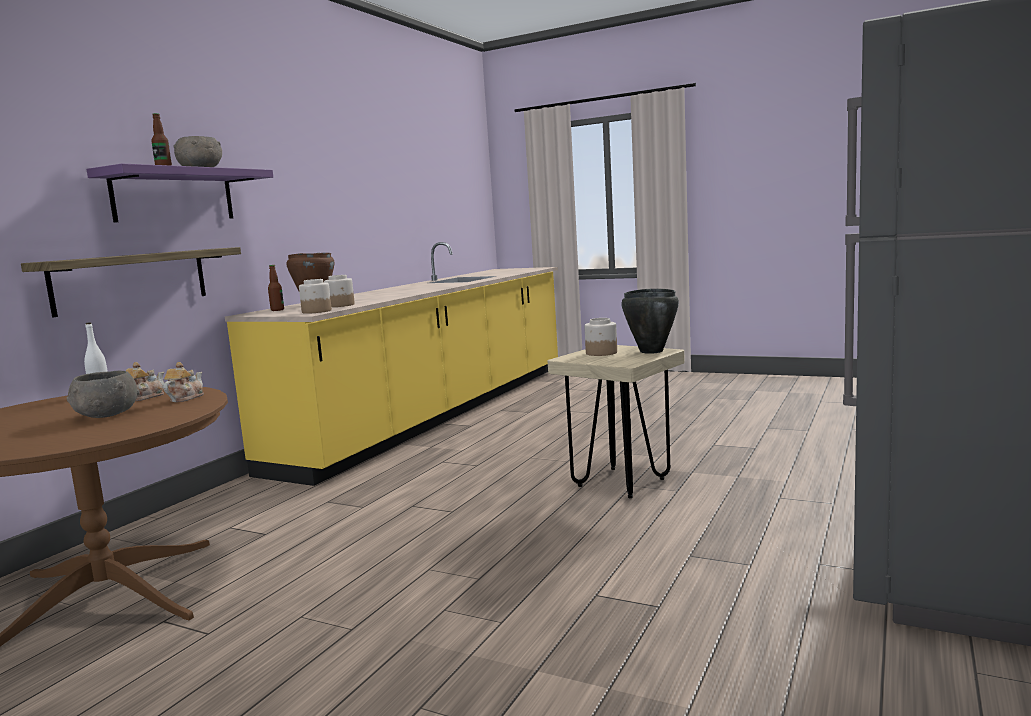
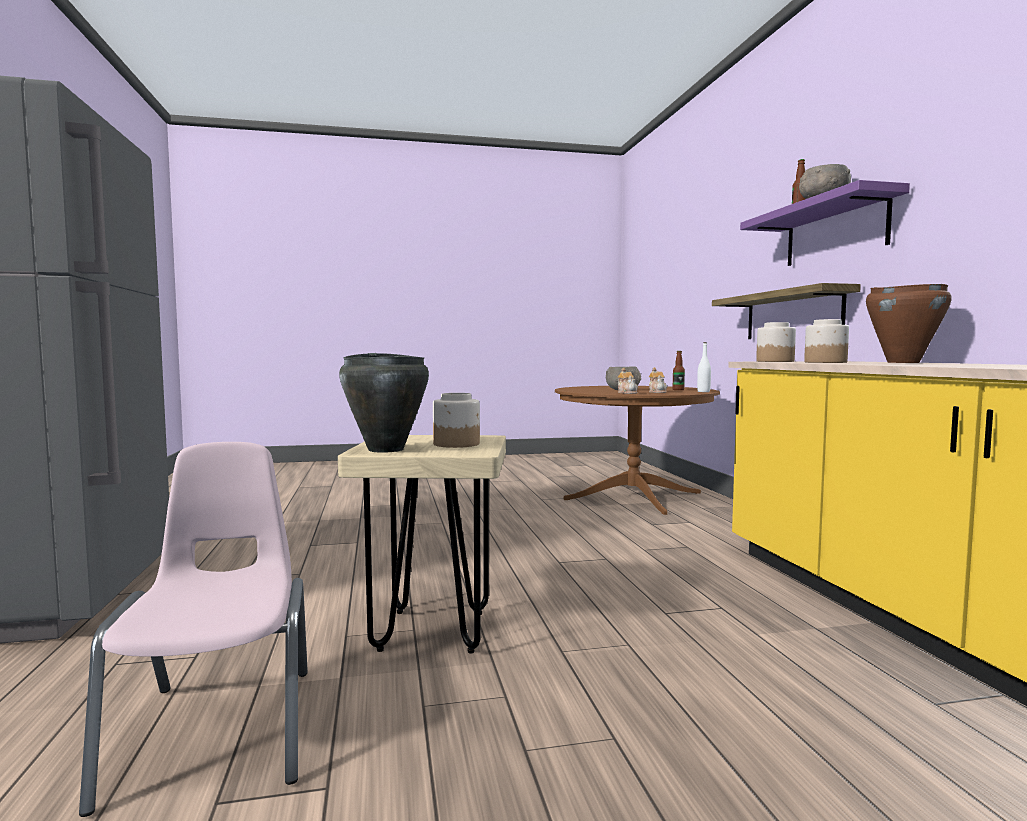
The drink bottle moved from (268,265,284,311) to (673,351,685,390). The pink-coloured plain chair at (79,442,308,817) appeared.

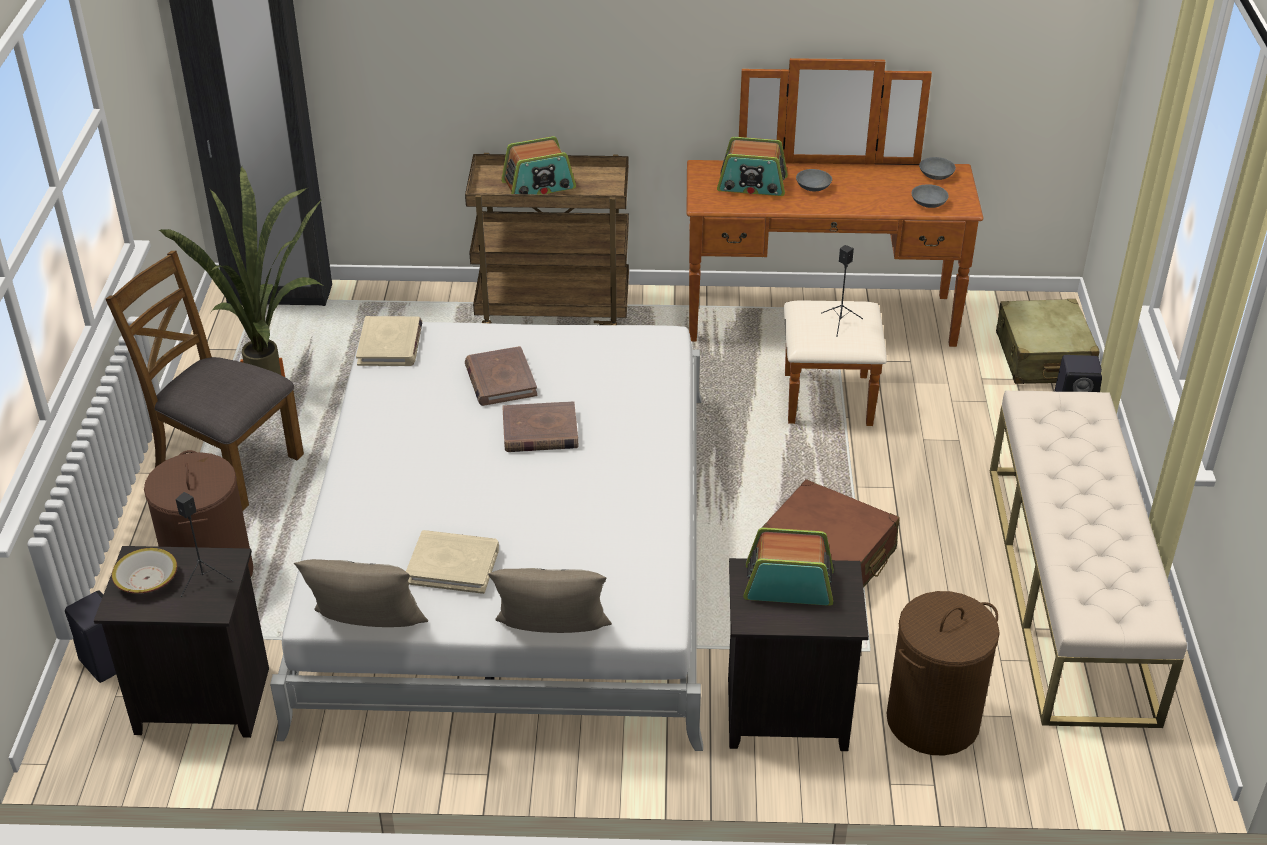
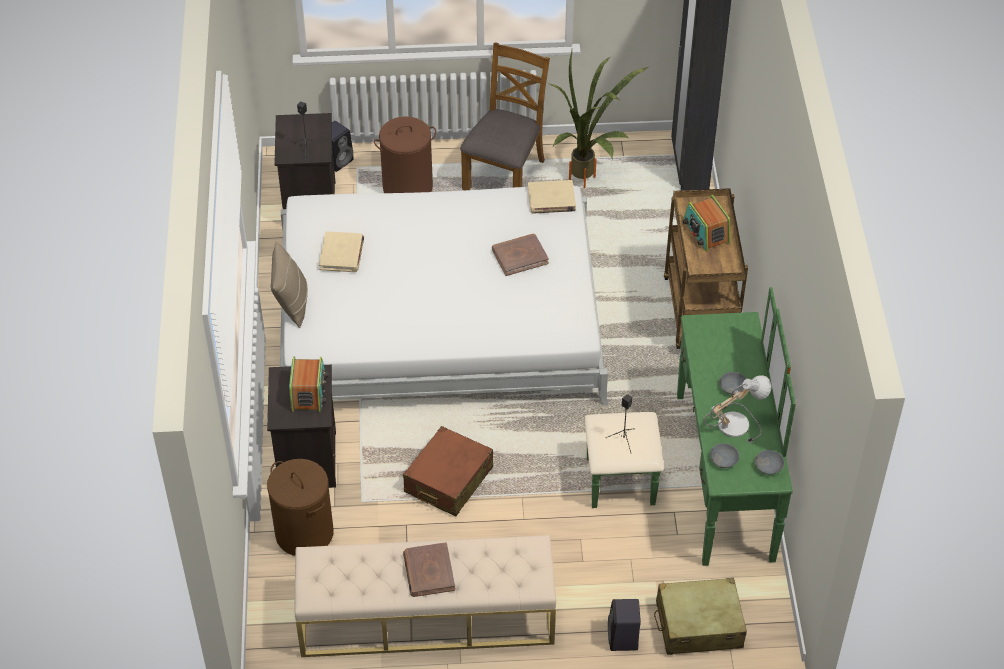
The deep dish at (112,548,177,594) disappeared. The sand-coloured cushion at (294,559,428,627) disappeared. The brownish book moved from (502,401,578,452) to (403,542,455,597). The brownish drawer chest at (686,58,983,426) became the green drawer chest at (585,287,796,566). The radio at (717,137,788,196) disappeared. The table lamp at (704,375,772,443) appeared.

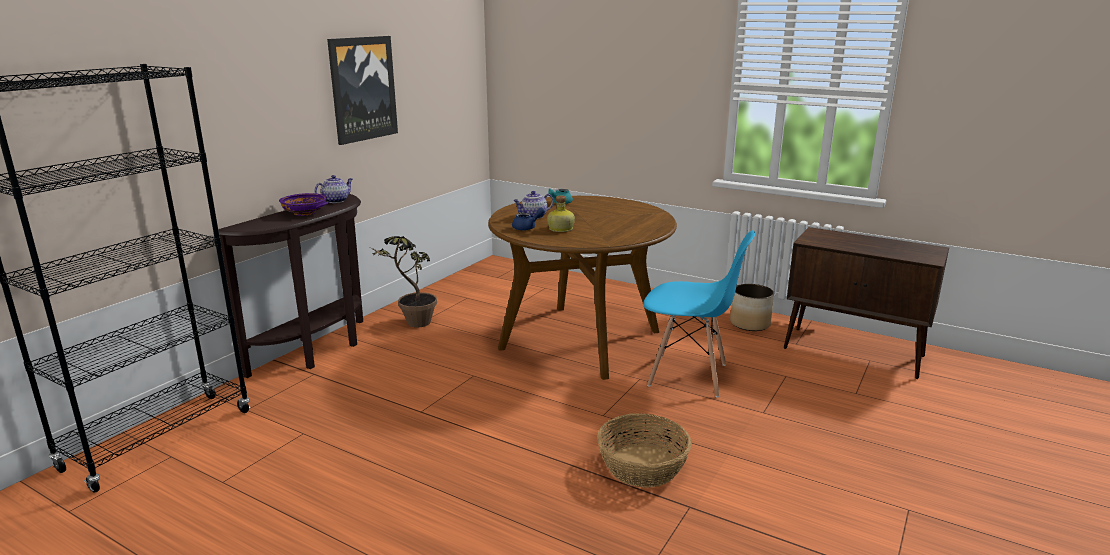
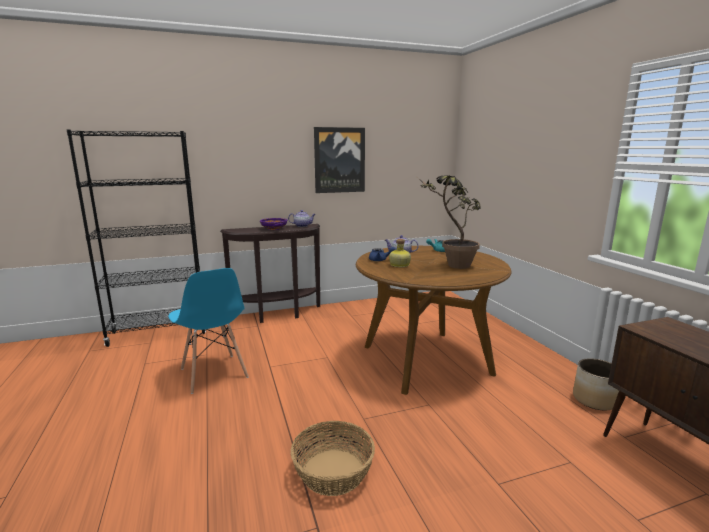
The houseplant moved from (368,236,437,327) to (418,175,480,269). The blue-coloured plain chair moved from (643,230,755,398) to (168,268,249,394).

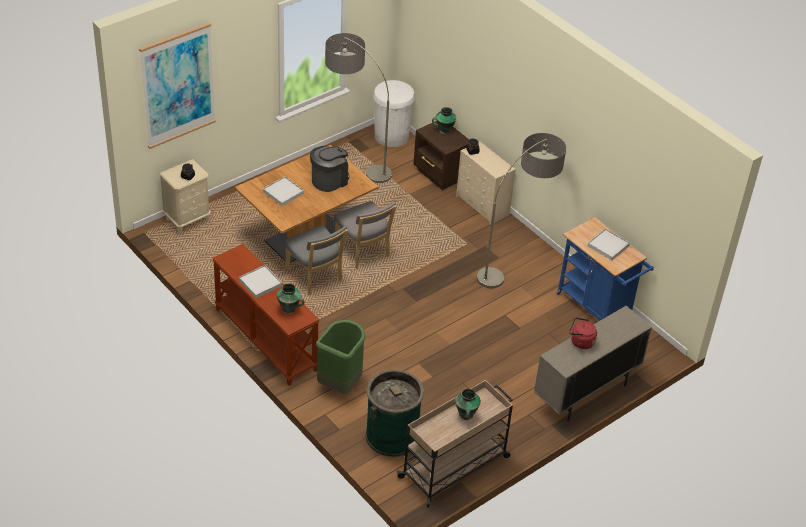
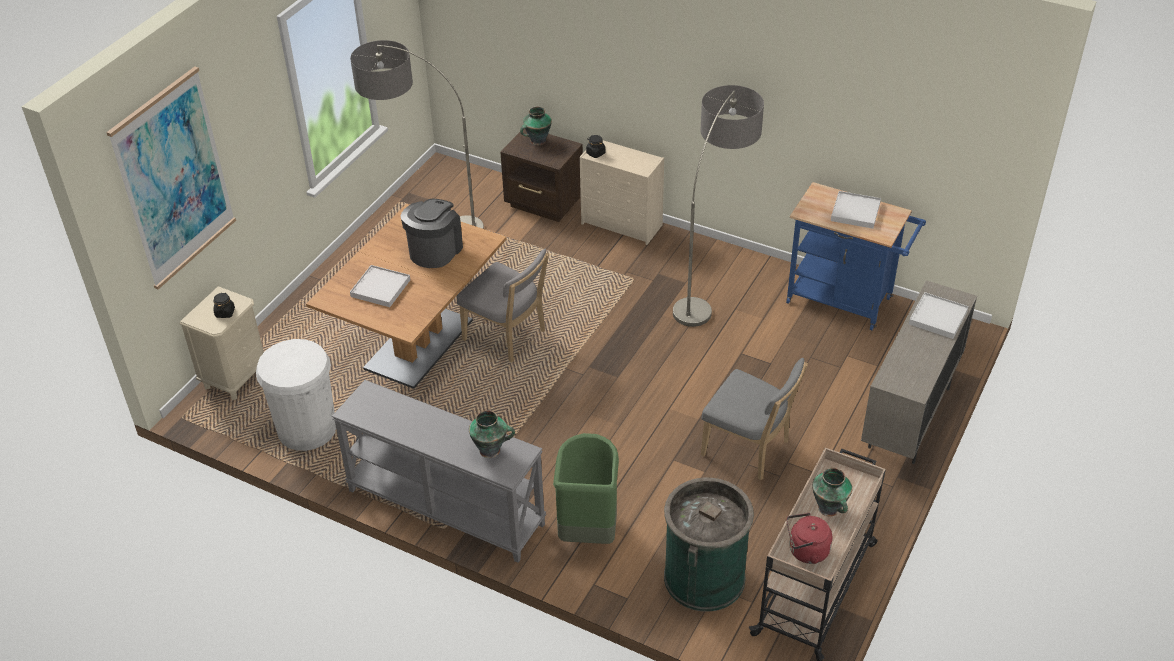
The brownish console table at (212,244,320,386) became the gray console table at (332,380,546,563). The white-coloured serving tray moved from (239,265,282,298) to (909,292,969,339). The gray plain chair moved from (284,225,348,295) to (701,358,808,480). The white-coloured waste bin moved from (373,80,415,147) to (256,339,336,451). The red kettle moved from (569,318,597,349) to (786,513,832,564).

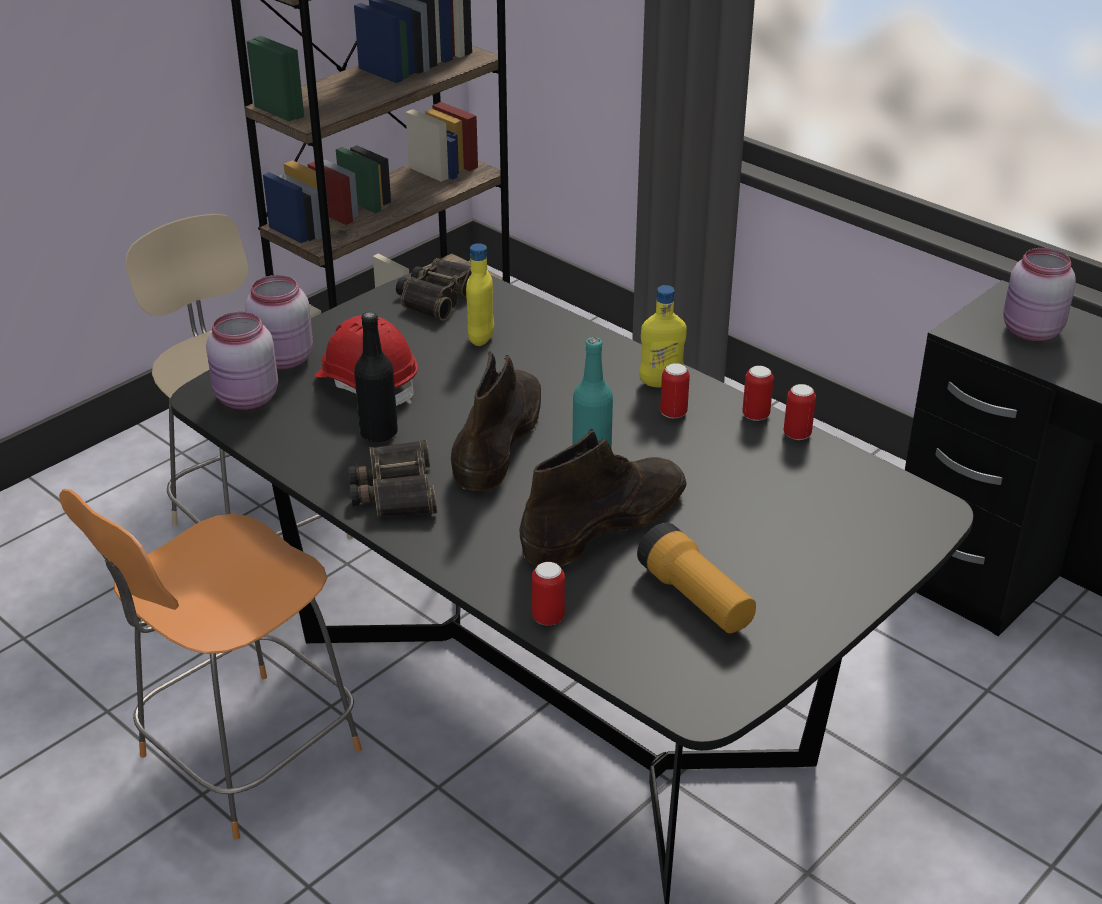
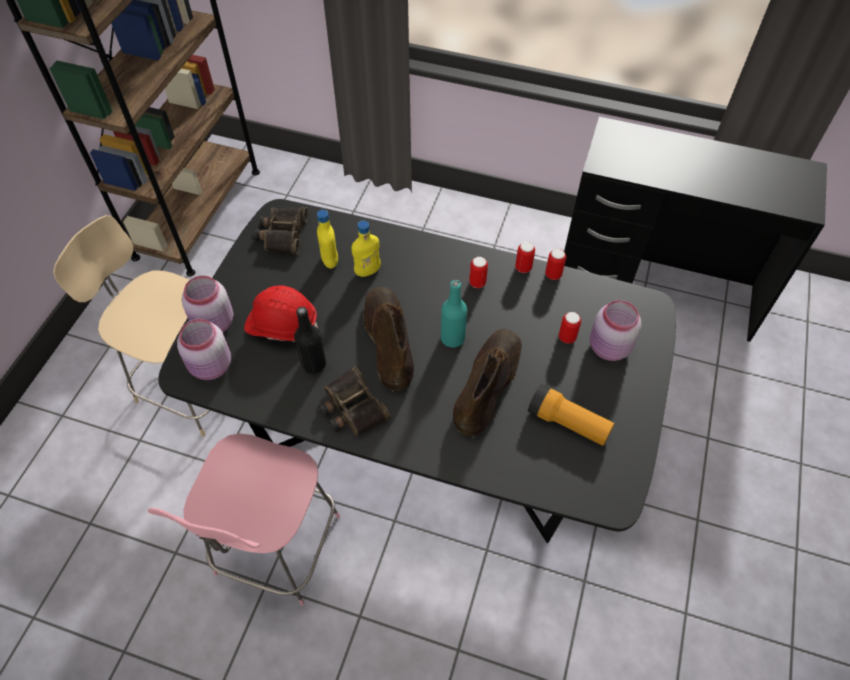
The orangey plain chair at (59,489,362,840) became the pink-coloured plain chair at (148,434,340,606). The can moved from (532,562,565,625) to (559,312,581,344). The yellow-coloured drink bottle moved from (639,285,687,387) to (352,221,381,277). The pink-coloured jar moved from (1003,248,1076,341) to (590,300,642,361).

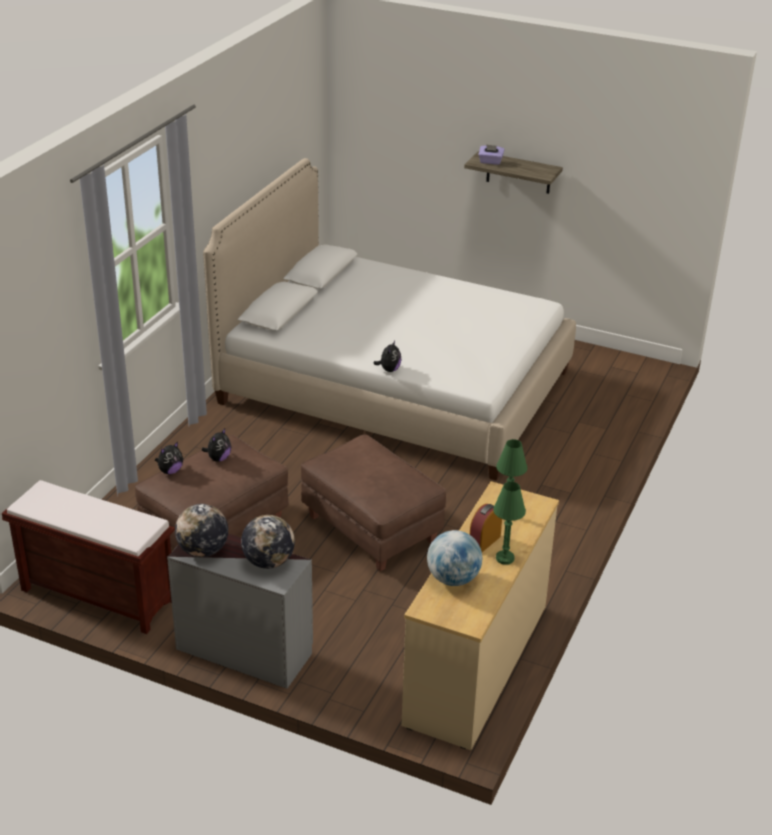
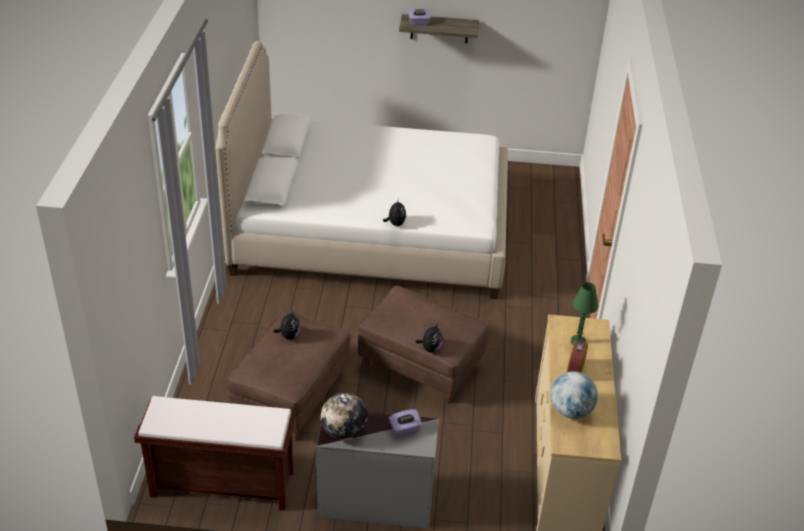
The soft toy moved from (155,441,183,474) to (416,323,443,353). The desk globe at (241,515,295,569) was replaced by the purple tissue holder at (389,409,422,437). The green table lamp at (493,482,526,565) disappeared.

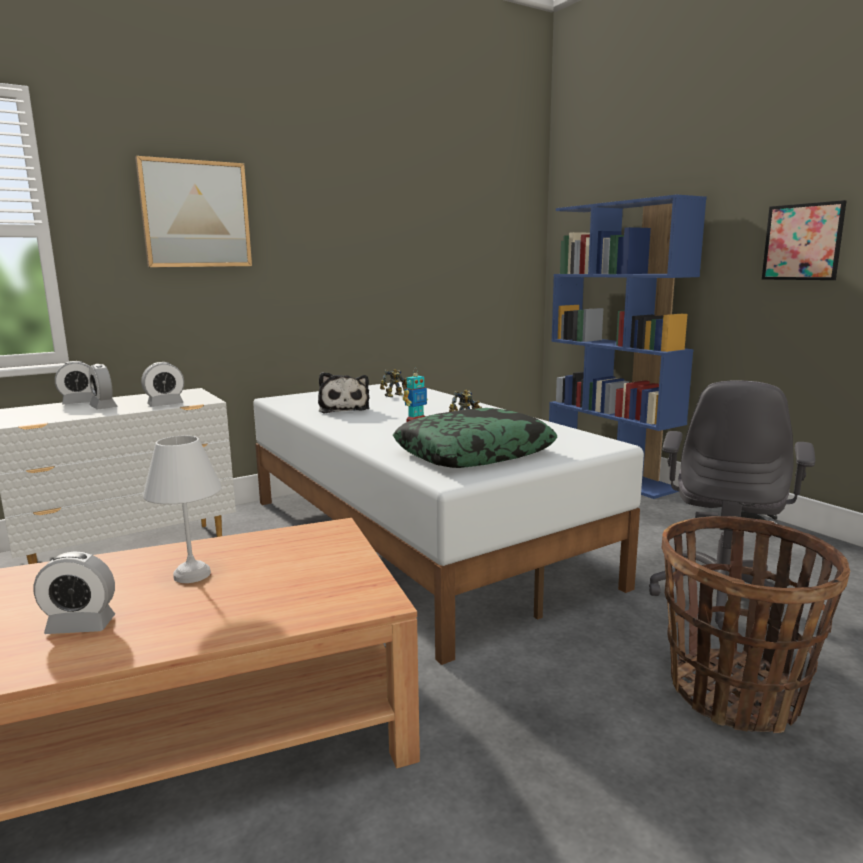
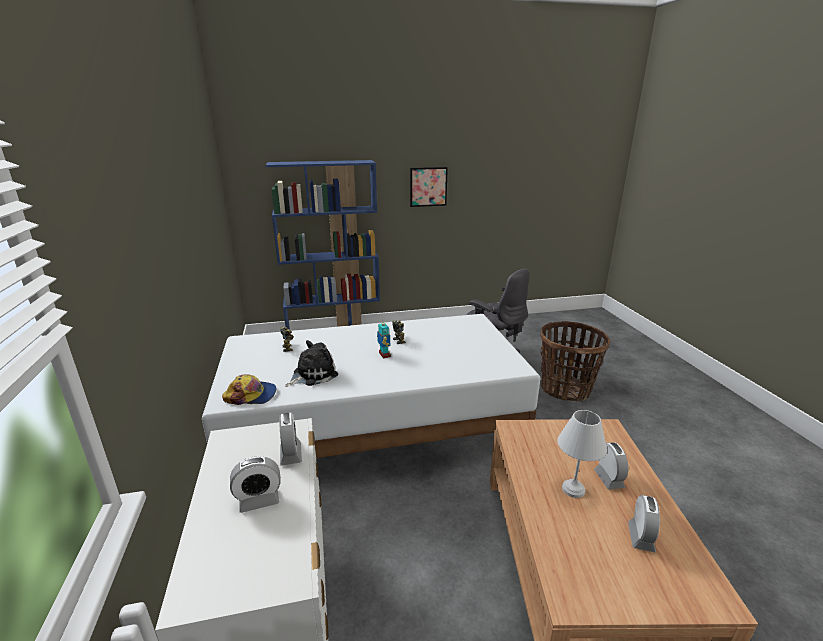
The alarm clock moved from (55,361,92,404) to (594,442,628,490). The picture at (135,156,252,267) disappeared. The soft toy at (318,372,370,413) turned 45 degrees counterclockwise. The cushion at (393,408,557,468) disappeared. The peaked cap at (222,374,276,405) appeared.

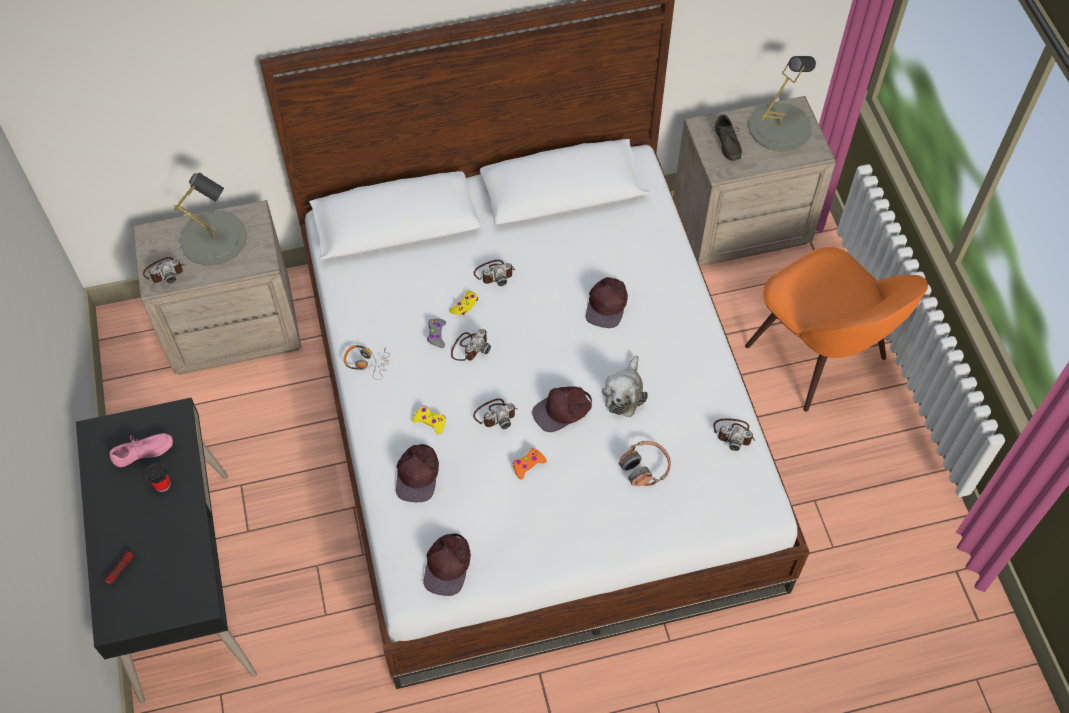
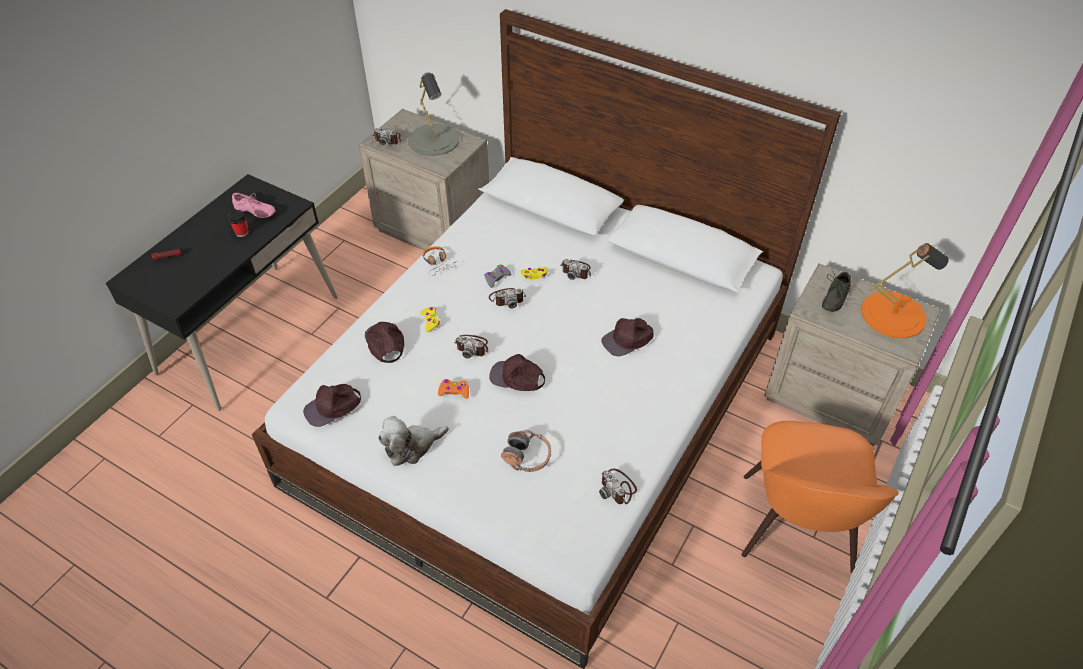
The brownish peaked cap at (396,444,439,502) turned 105 degrees clockwise. The soft toy moved from (602,356,648,417) to (378,416,449,466). The gray table lamp at (748,56,816,152) became the orangey table lamp at (861,243,949,339).

